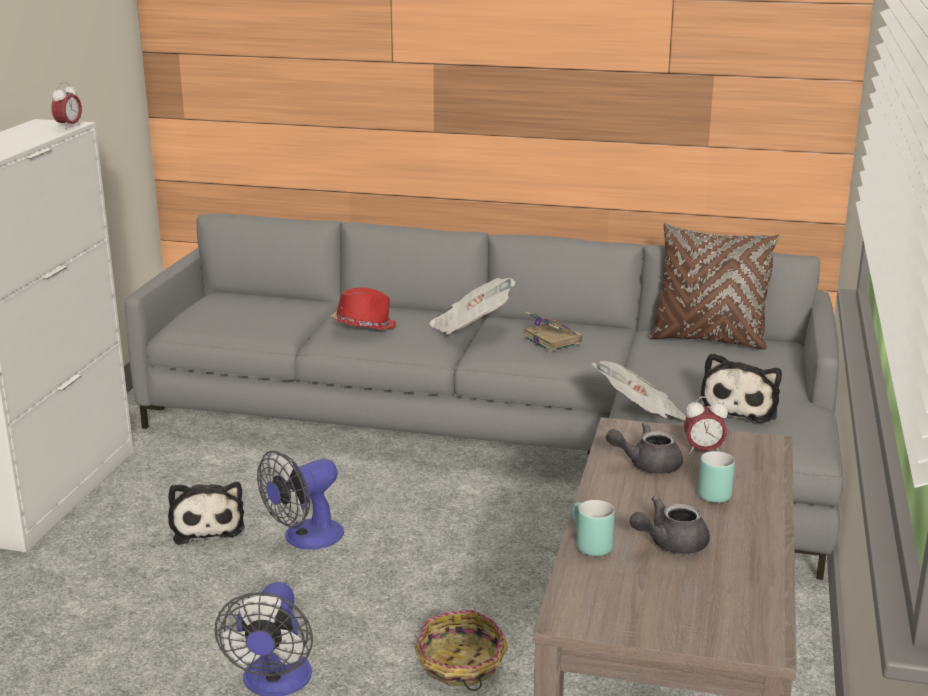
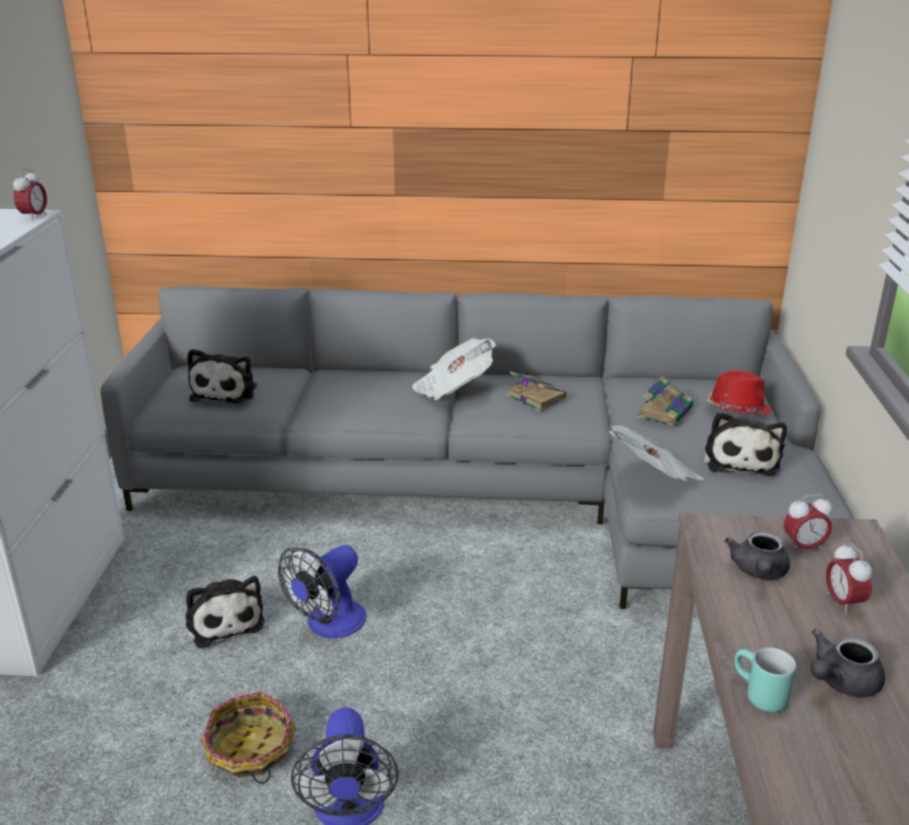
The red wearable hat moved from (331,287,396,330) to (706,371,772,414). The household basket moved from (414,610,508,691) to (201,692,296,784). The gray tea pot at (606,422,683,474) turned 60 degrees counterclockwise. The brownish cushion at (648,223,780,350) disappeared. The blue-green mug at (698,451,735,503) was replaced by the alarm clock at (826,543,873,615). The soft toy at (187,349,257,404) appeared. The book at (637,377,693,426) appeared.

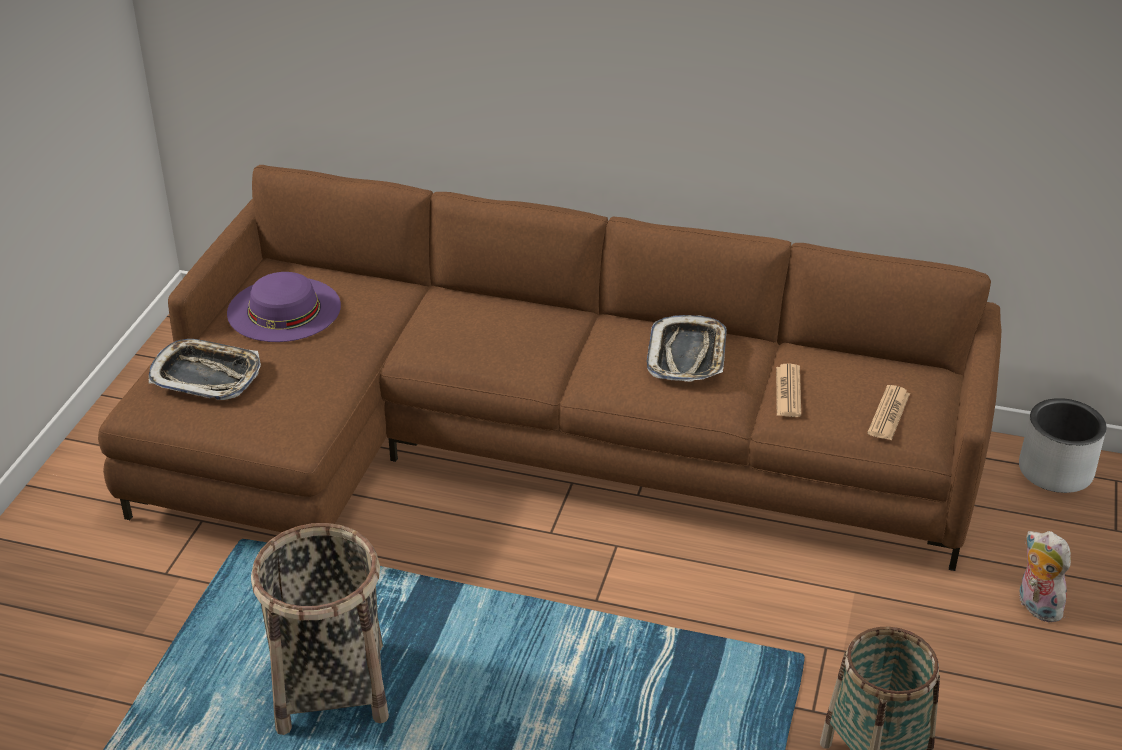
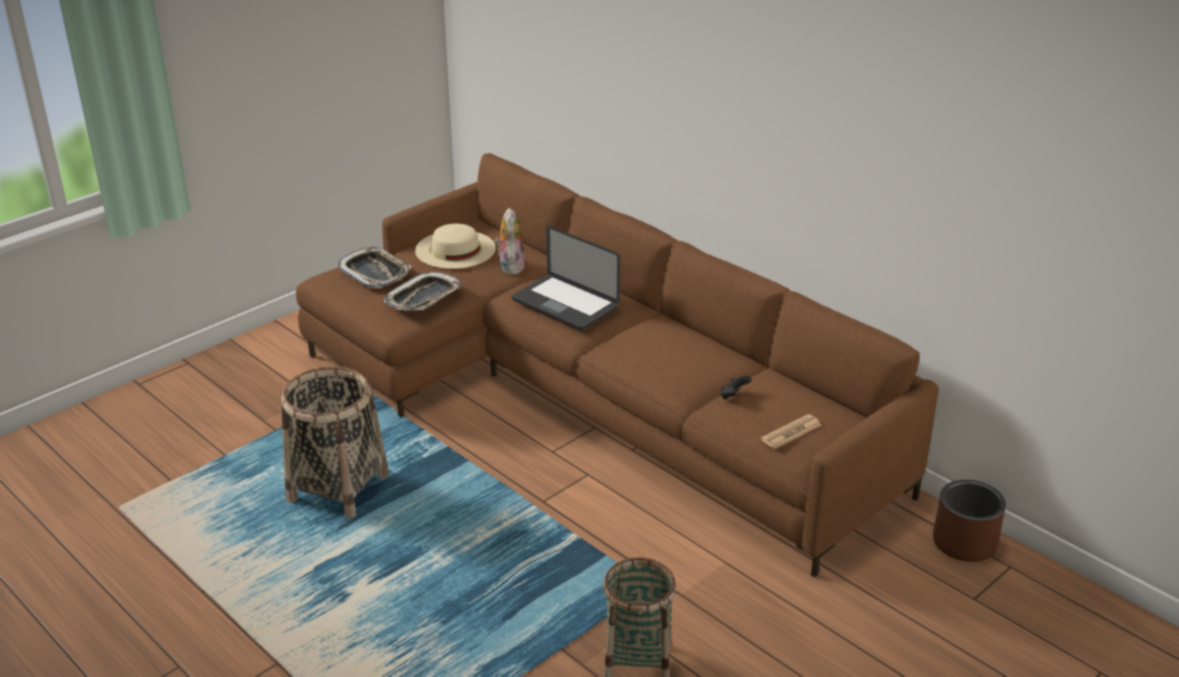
The purple wearable hat at (227,272,341,342) became the sand-coloured wearable hat at (415,224,496,269). The serving tray moved from (647,315,727,382) to (384,272,462,311). The newspaper at (776,364,801,417) was replaced by the black-coloured joypad at (720,376,752,399). The gray flower pot at (1019,398,1107,493) became the brownish flower pot at (933,480,1006,562). The soft toy moved from (1020,531,1071,622) to (495,207,525,275). The portable computer at (512,226,620,331) appeared.

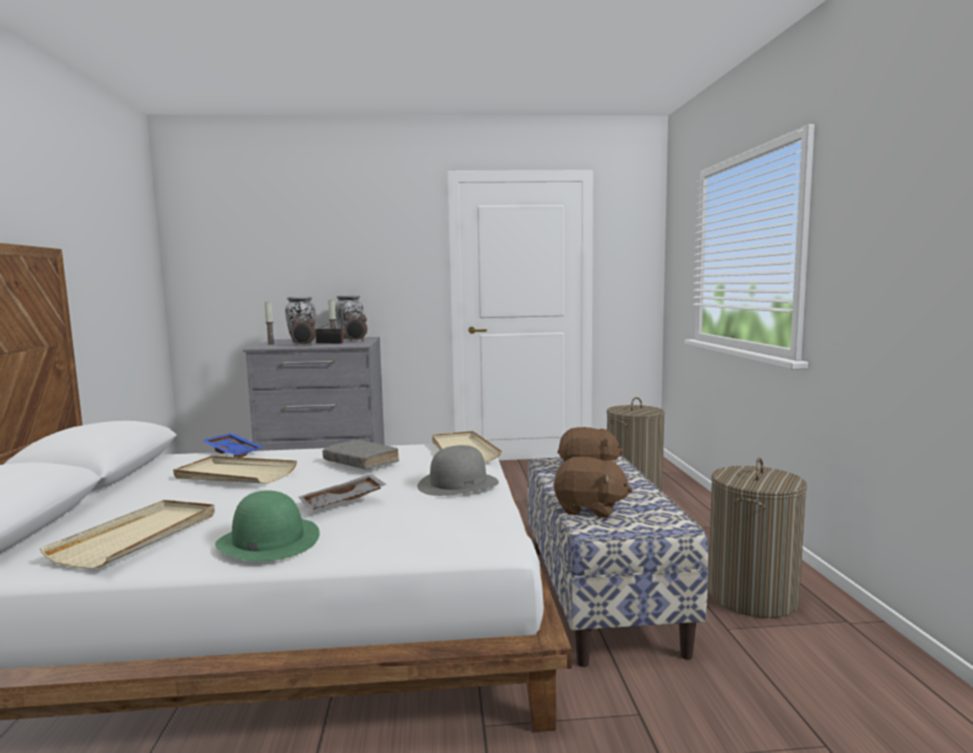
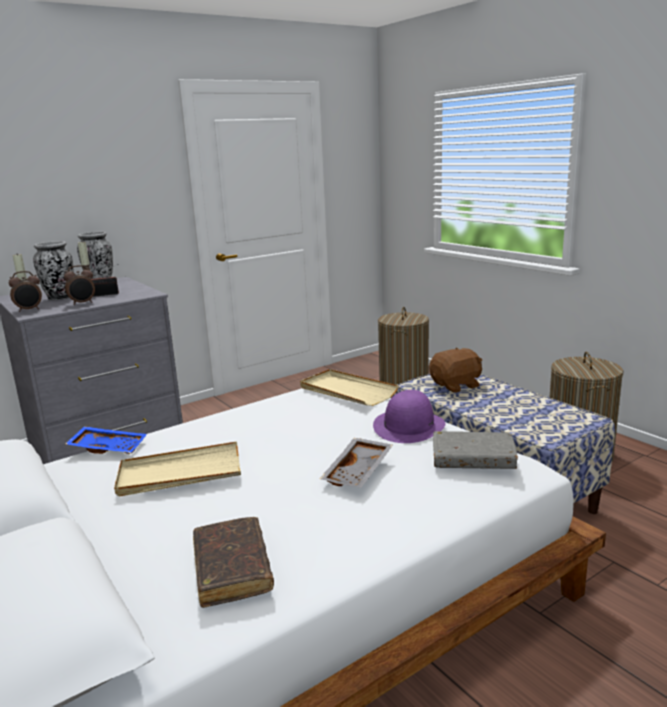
The sand-coloured serving tray at (40,500,215,569) was replaced by the brownish book at (193,517,274,608). The green wearable hat at (215,490,320,561) disappeared. The gray book moved from (323,439,399,469) to (433,431,518,469). The alarm clock moved from (345,311,367,341) to (9,271,42,312). The gray wearable hat at (417,445,499,496) became the purple wearable hat at (373,390,445,443). The brownish soft toy at (554,457,633,518) disappeared.

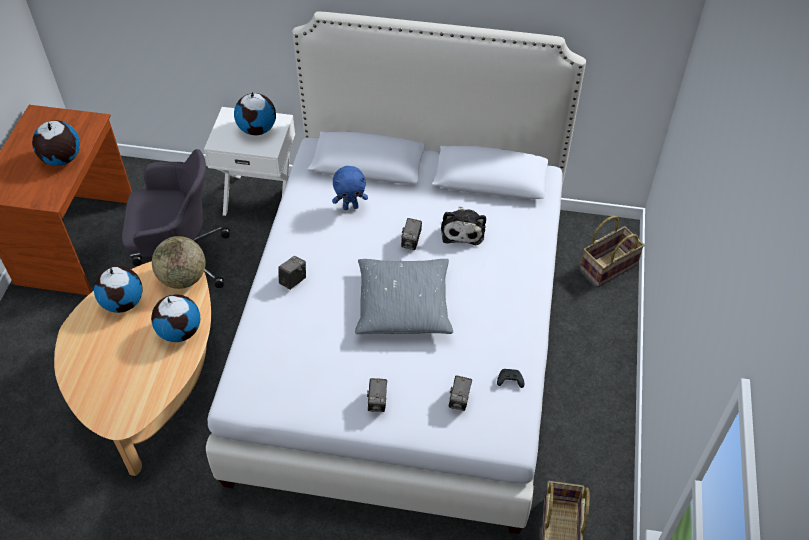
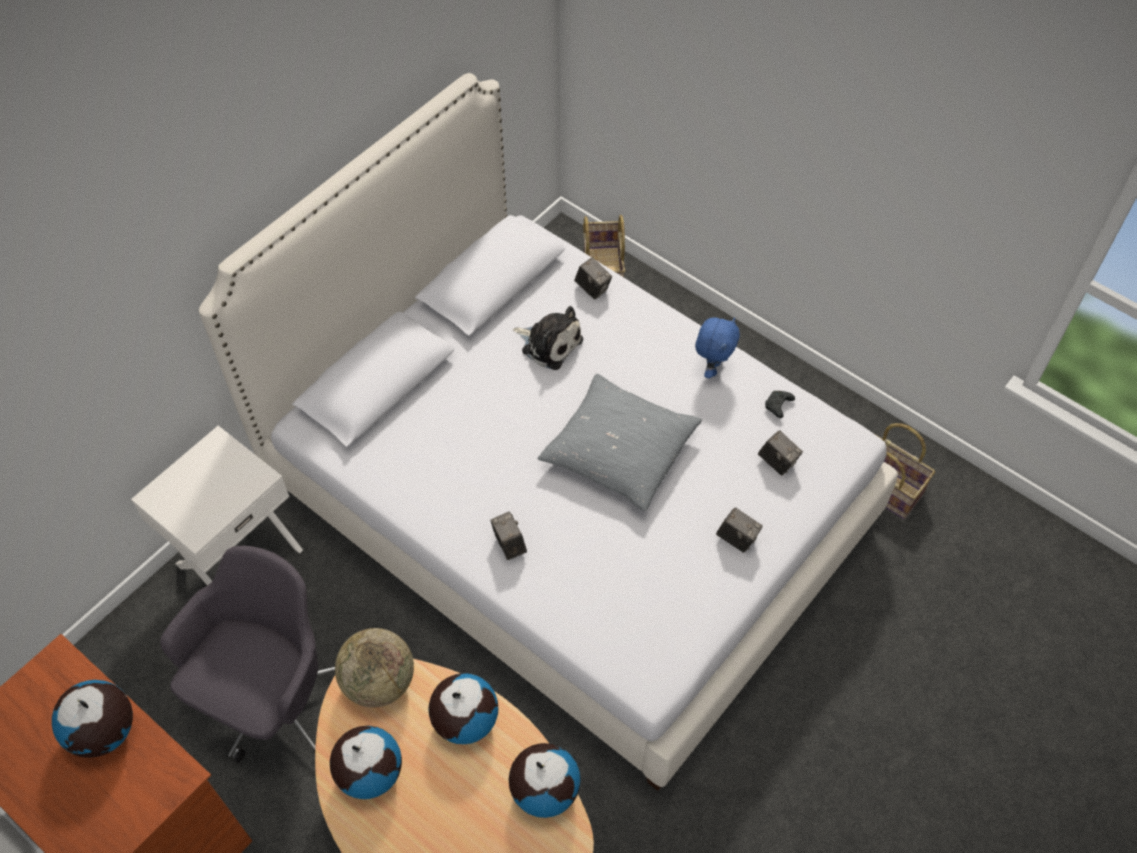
The desk globe moved from (234,92,276,135) to (509,743,581,818). The blue-coloured soft toy moved from (332,166,368,210) to (695,317,740,378). The still camera moved from (401,218,422,250) to (574,257,612,300).

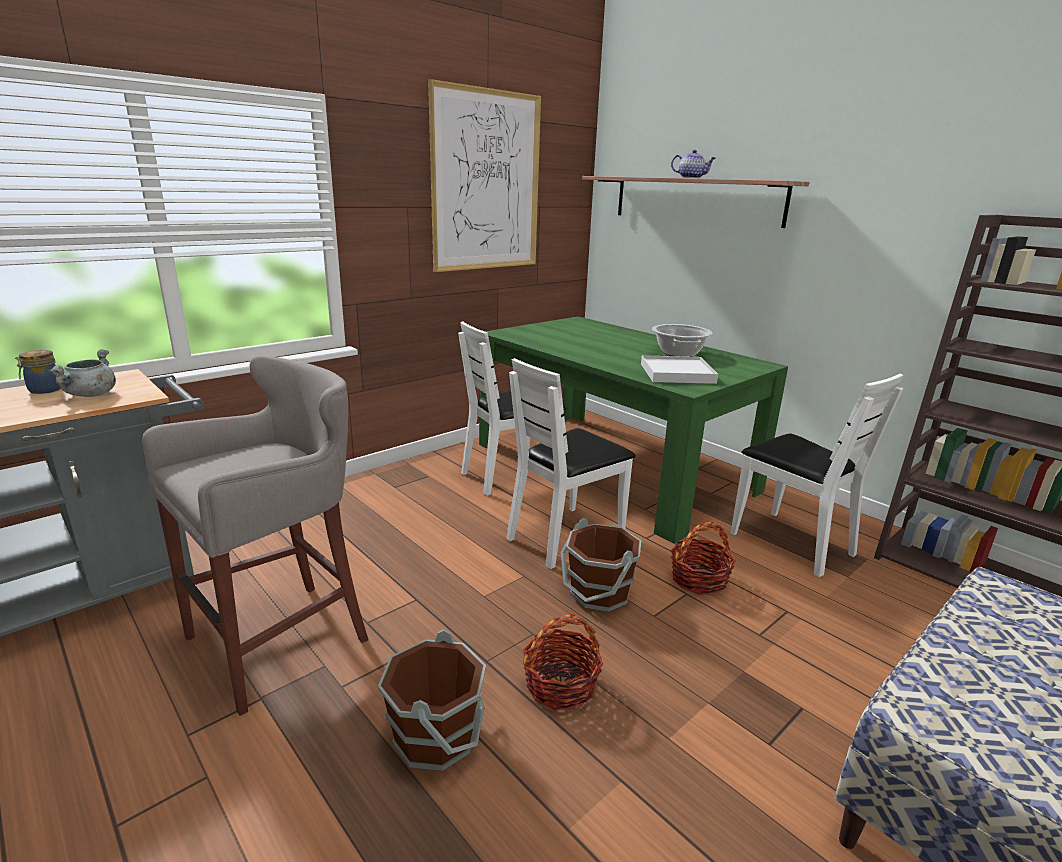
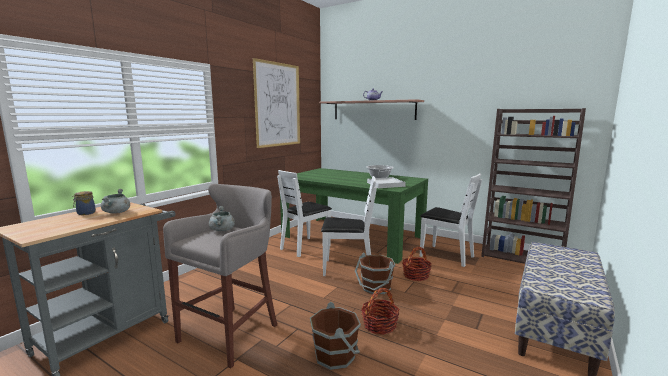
The white-coloured plain chair at (506,358,636,569) turned 120 degrees counterclockwise. The gray saucepot at (209,206,235,231) appeared.

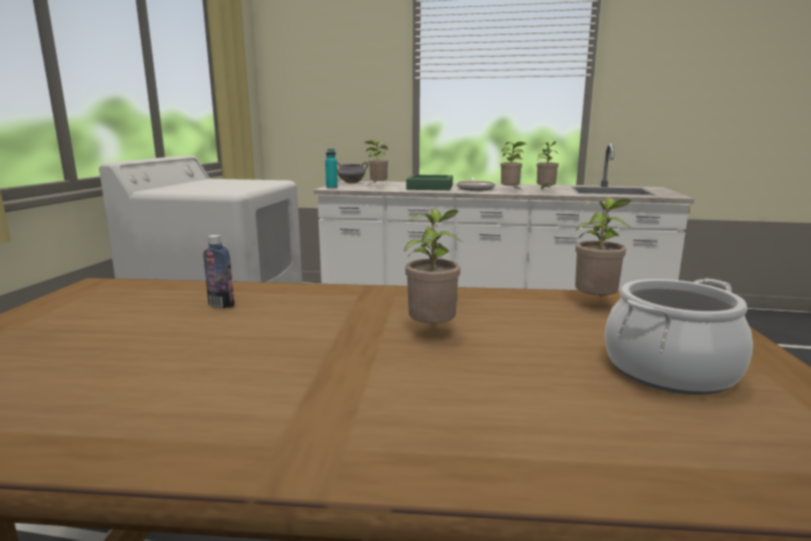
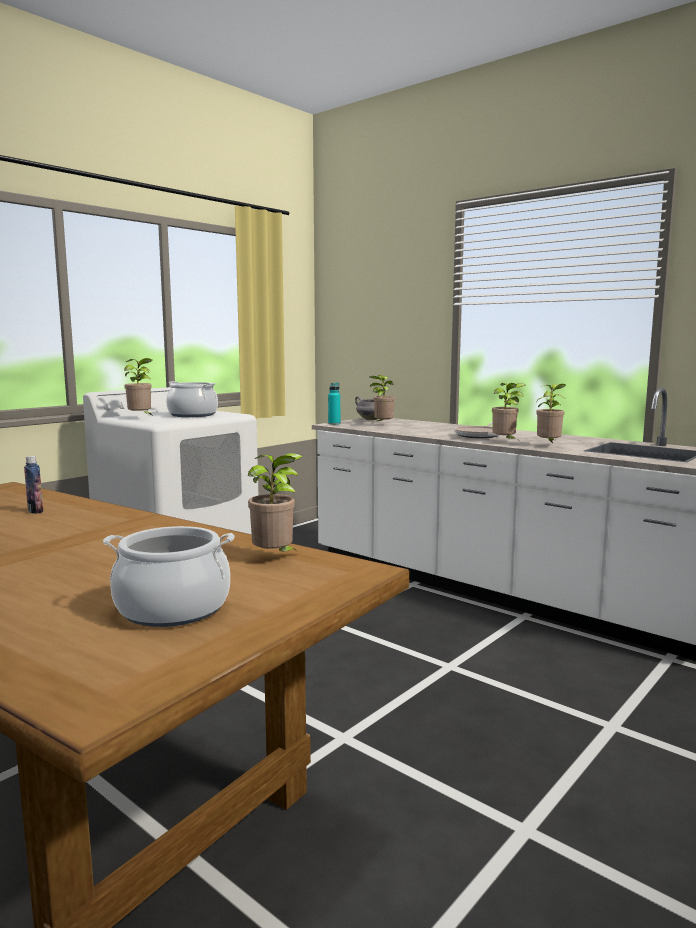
The houseplant moved from (404,208,462,324) to (124,358,154,417). The green serving tray at (406,175,453,190) disappeared. The saucepot at (166,381,218,417) appeared.

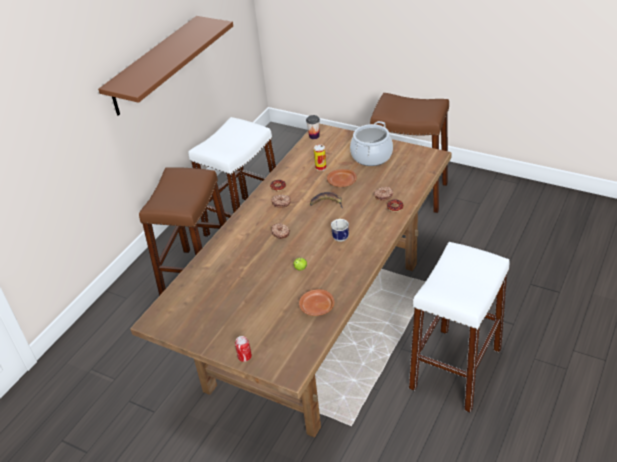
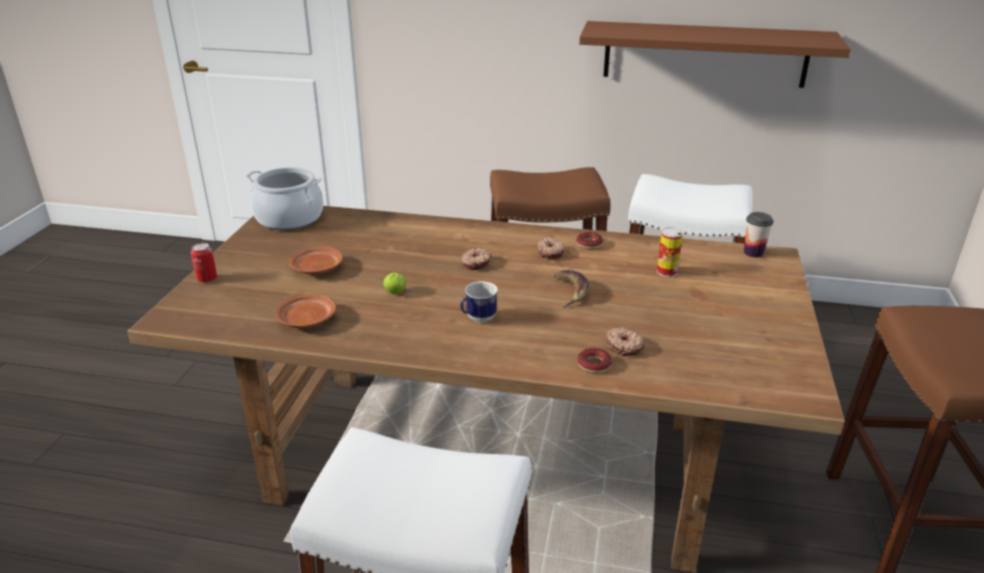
The brownish flat dish moved from (327,169,357,187) to (289,246,343,275). The saucepot moved from (350,121,393,166) to (246,167,324,230).

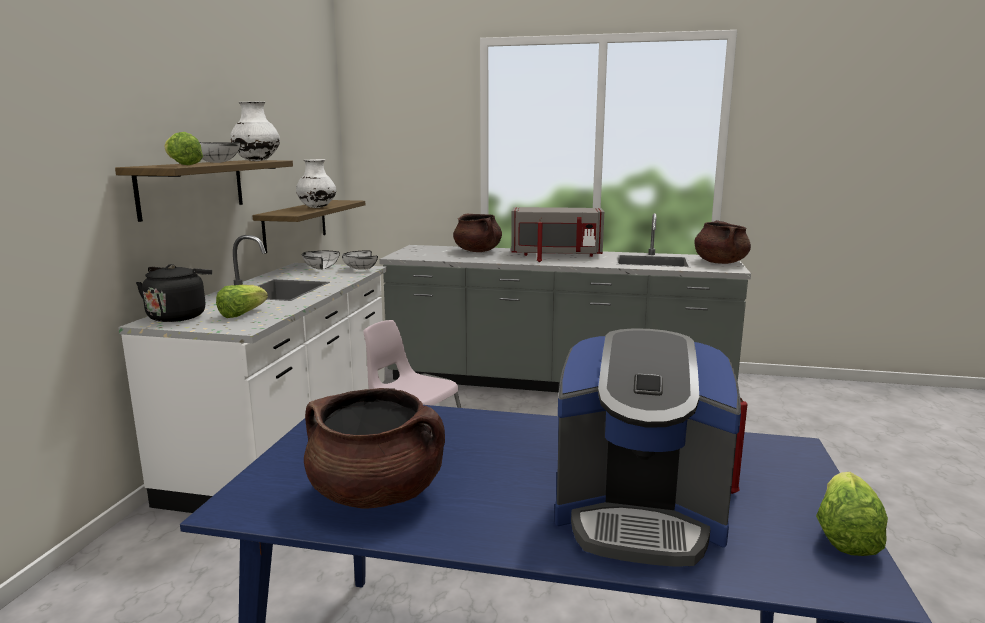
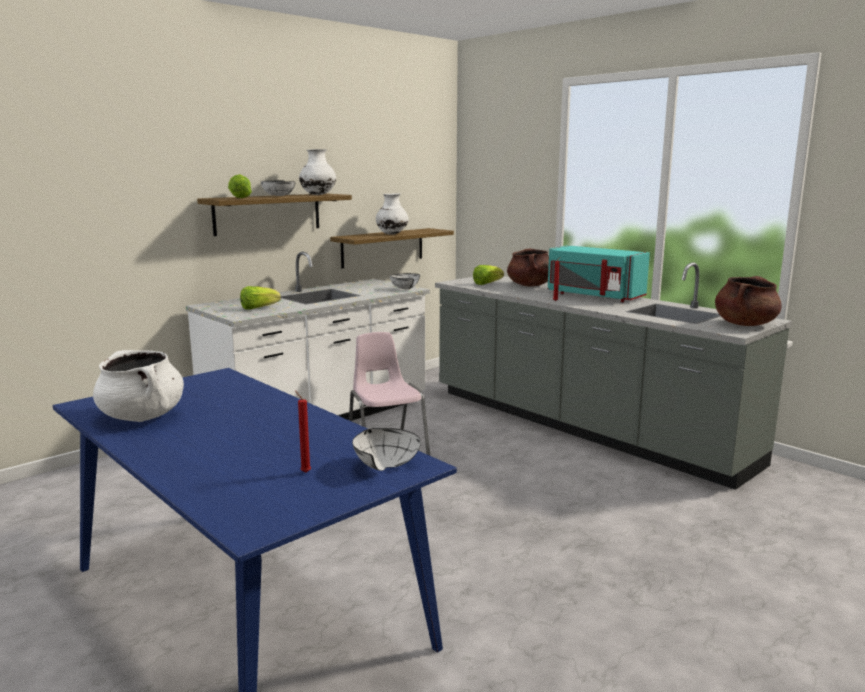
The black-coloured kettle at (136,264,212,322) disappeared. The white-coloured deep dish moved from (302,251,340,270) to (352,428,421,471). The brownish saucepot at (304,388,445,508) became the white-coloured saucepot at (93,350,184,422). The gray microwave oven at (511,207,604,257) became the blue-green microwave oven at (548,245,650,302). The coffee machine at (555,328,741,567) disappeared. The lettuce head moved from (816,472,888,556) to (473,265,504,285).

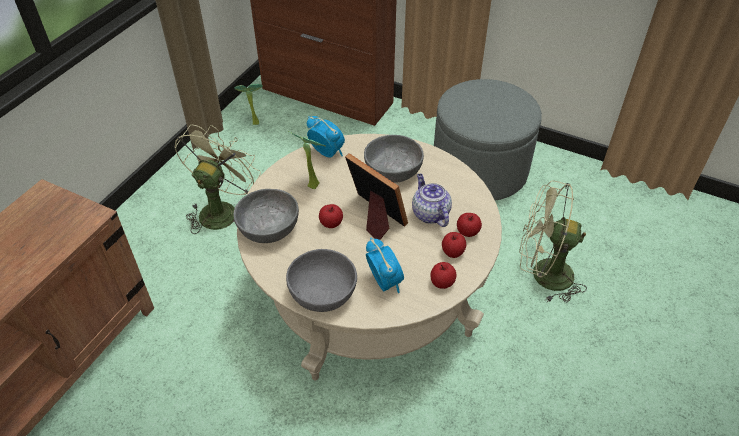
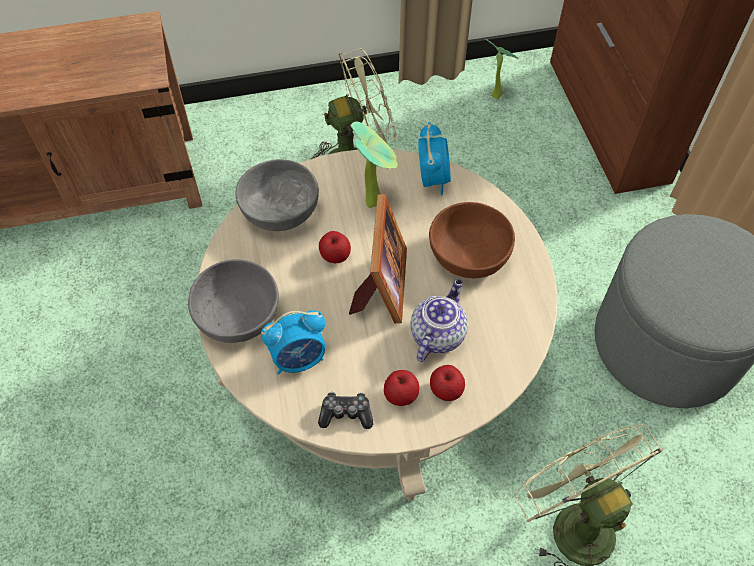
The gray deep dish at (364,135,424,183) became the brownish deep dish at (429,202,515,278). The alarm clock at (366,238,404,293) turned 45 degrees clockwise. The whole apple at (430,262,456,289) was replaced by the joypad at (318,392,373,429).

